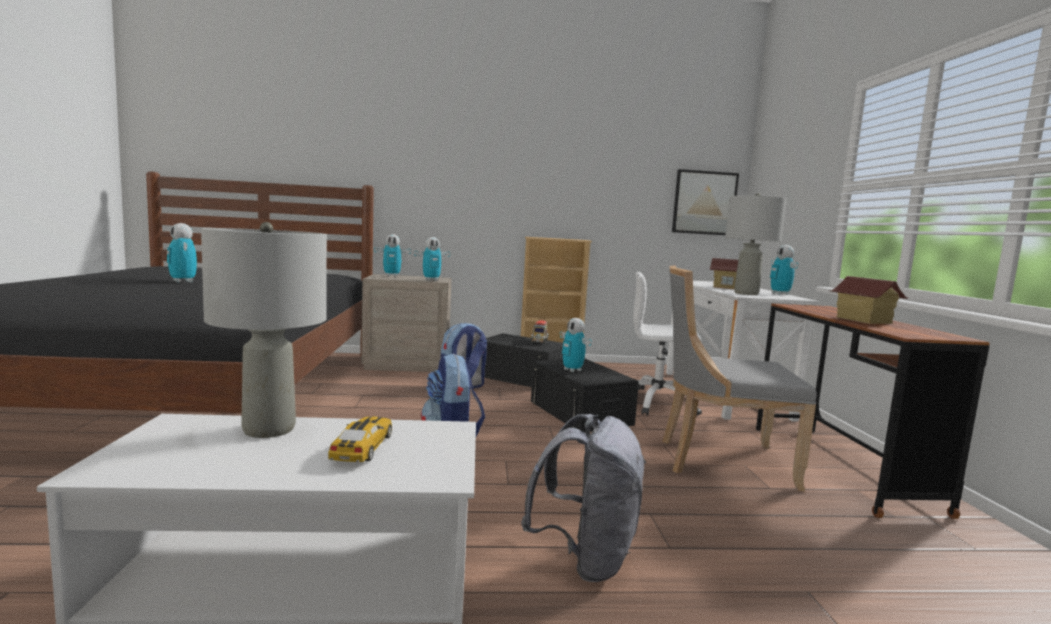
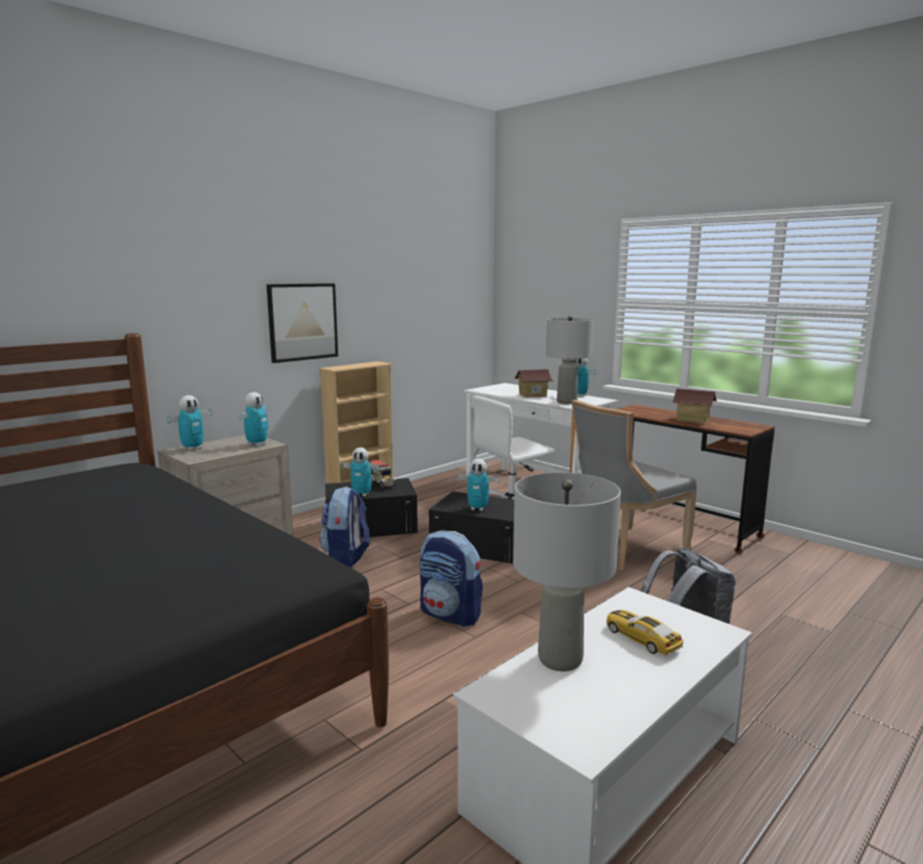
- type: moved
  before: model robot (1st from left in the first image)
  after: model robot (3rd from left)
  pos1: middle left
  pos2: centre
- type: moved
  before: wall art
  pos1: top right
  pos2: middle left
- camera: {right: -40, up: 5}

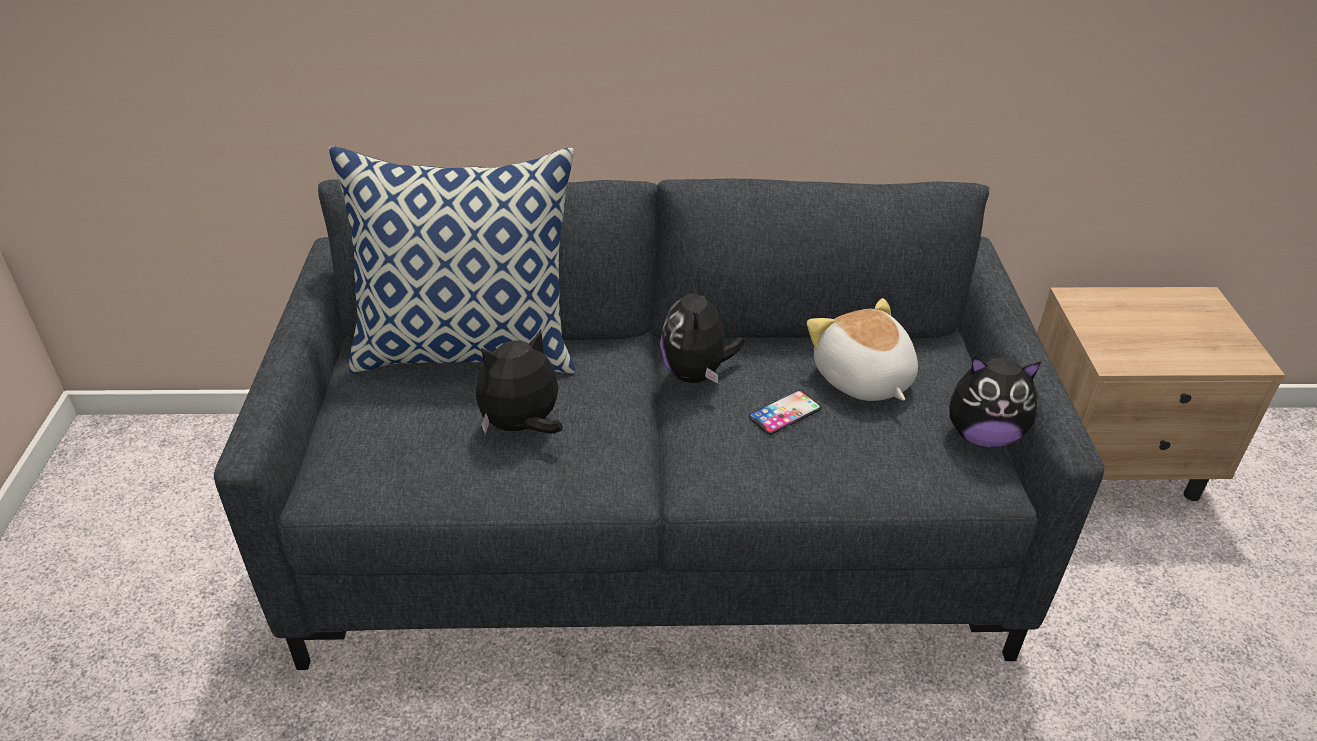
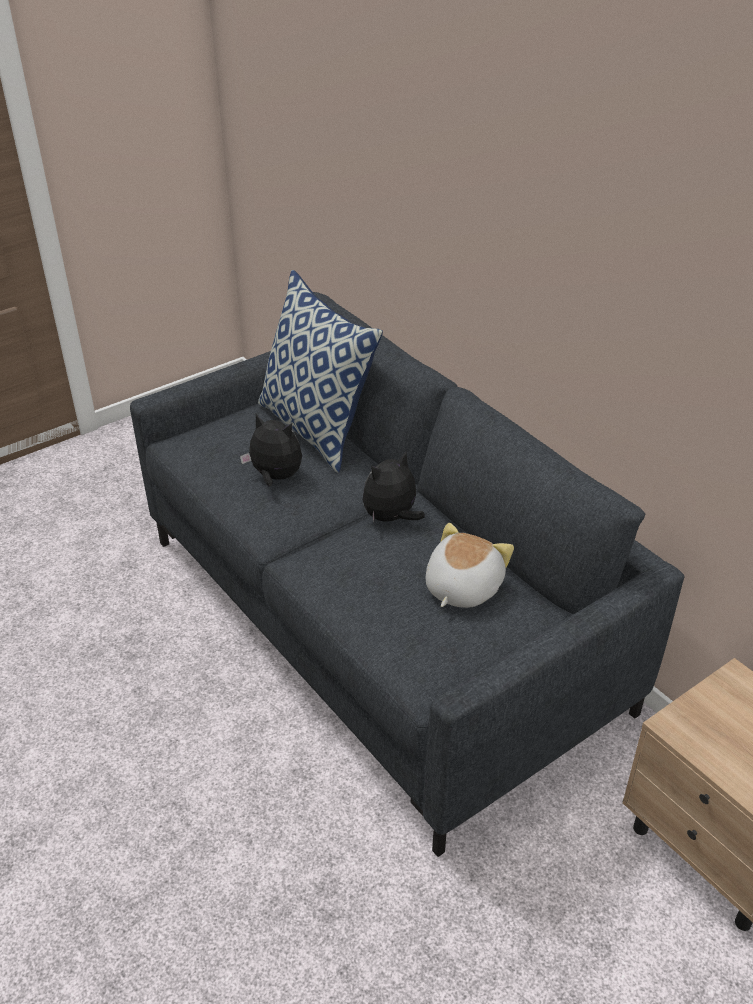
- type: removed
  before: handset
  pos1: centre
- type: removed
  before: soft toy (4th from left)
  pos1: middle right
- camera: {right: 55, up: 0}

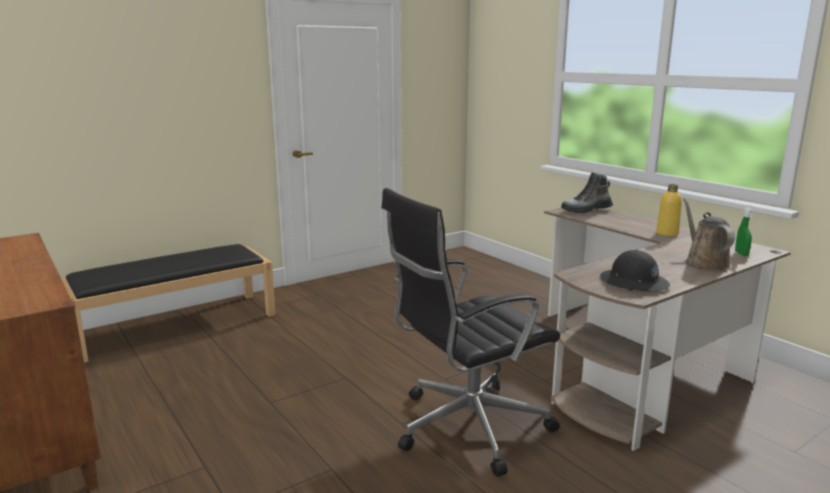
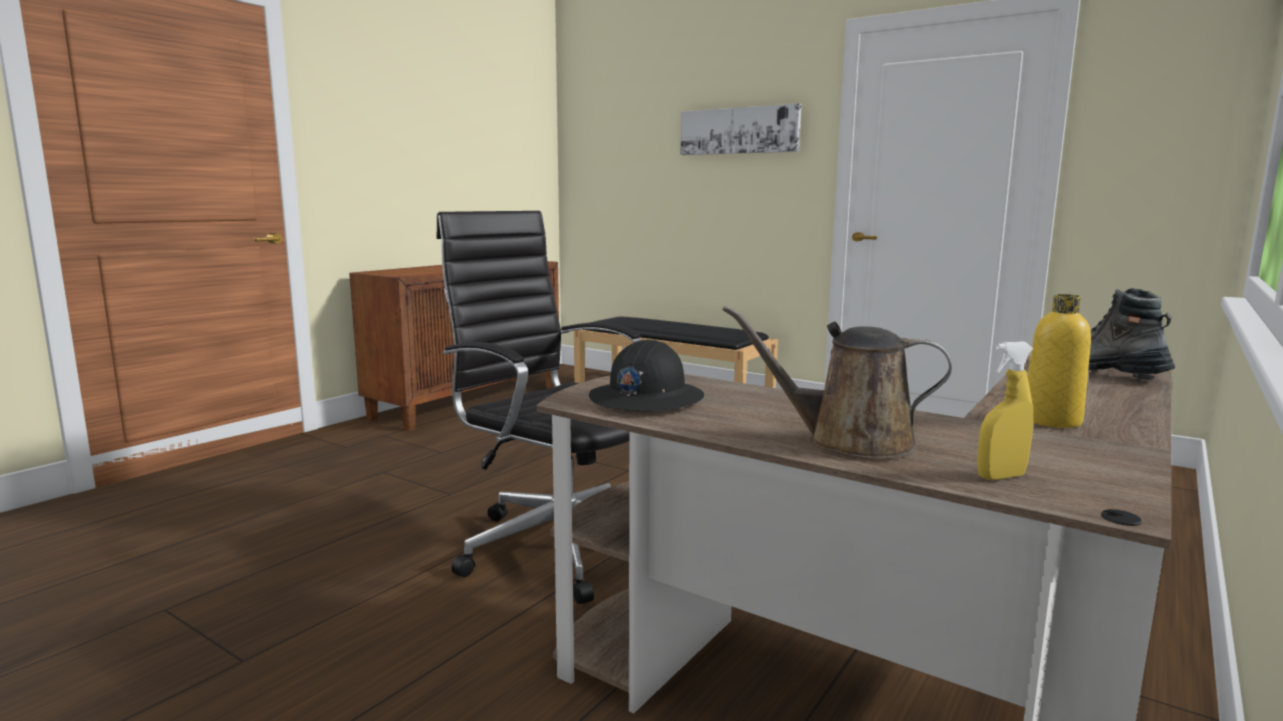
- type: added
  after: wall art
  pos2: top centre
- type: recoloured
  before: spray bottle (green)
  after: spray bottle (yellowish)
  pos1: middle right
  pos2: middle right
- type: turned
  before: watering pot (brownish)
  pos1: middle right
  pos2: centre
  turn: -135
- camera: {right: 70, up: -5}

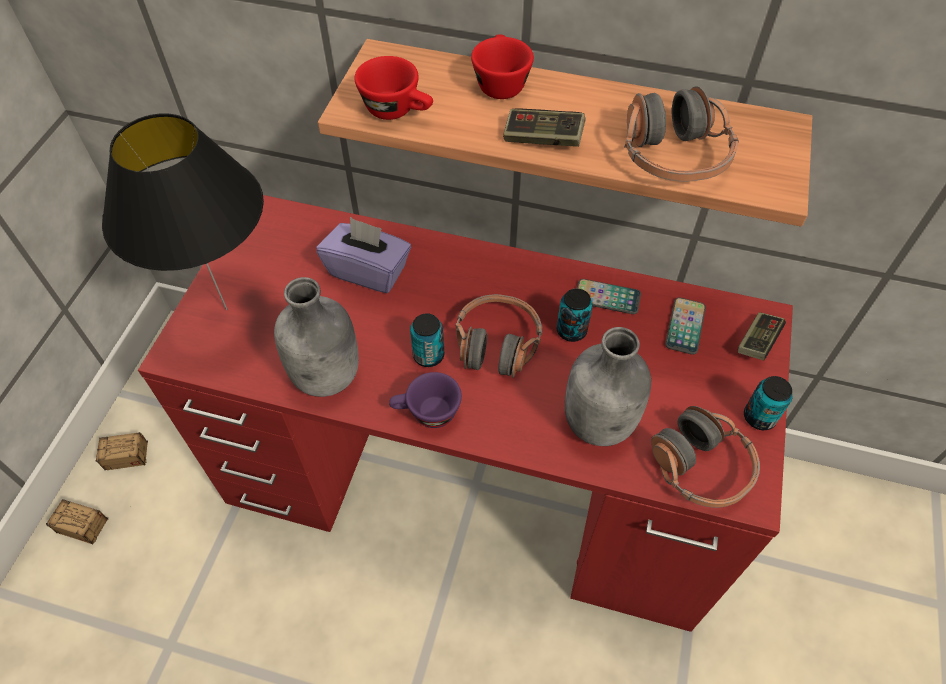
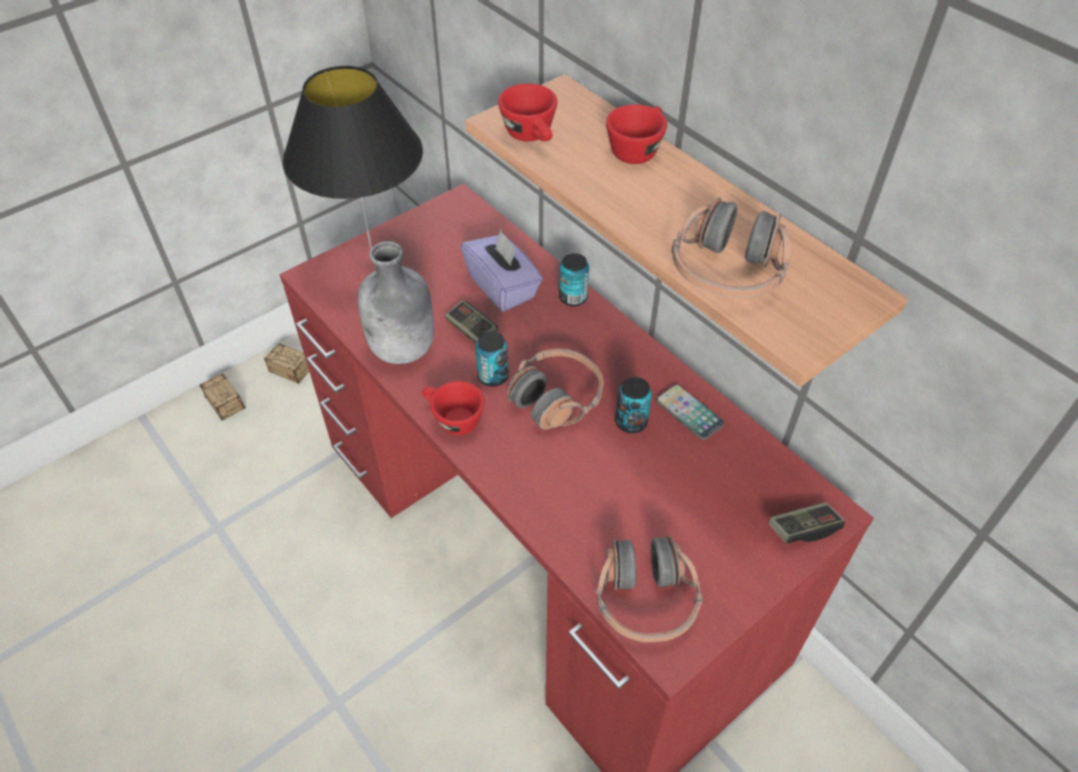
- type: removed
  before: beverage bottle (gray) (2nd from left)
  pos1: centre
- type: removed
  before: handset (2nd from left)
  pos1: middle right
- type: moved
  before: game controller (1st from left)
  pos1: top centre
  pos2: centre
- type: moved
  before: sealed can (3rd from left in the first image)
  after: sealed can (2nd from left)
  pos1: middle right
  pos2: centre
- type: recoloured
  before: small cup (purple-coloured)
  after: small cup (reddish) (1st from left)
  pos1: centre
  pos2: centre
- camera: {right: 35, up: -5}

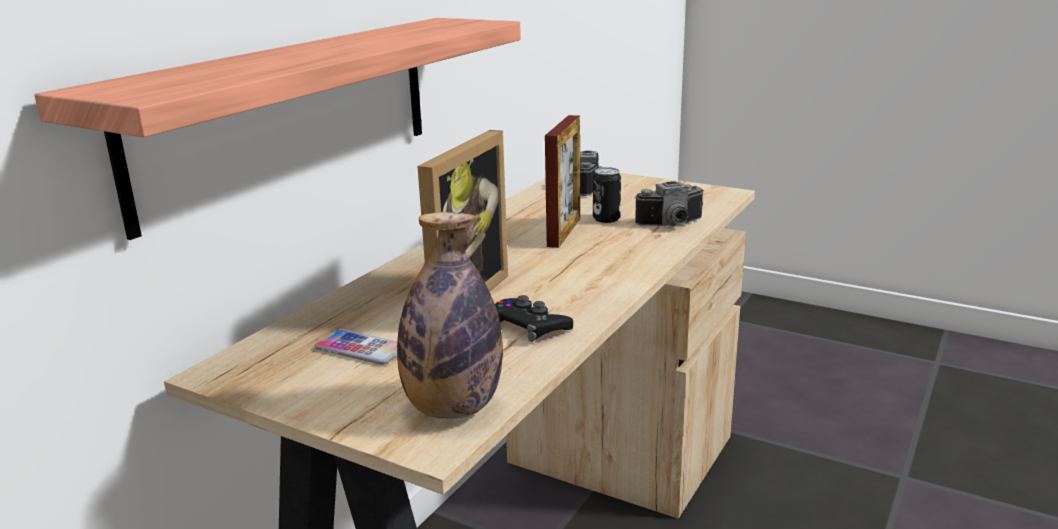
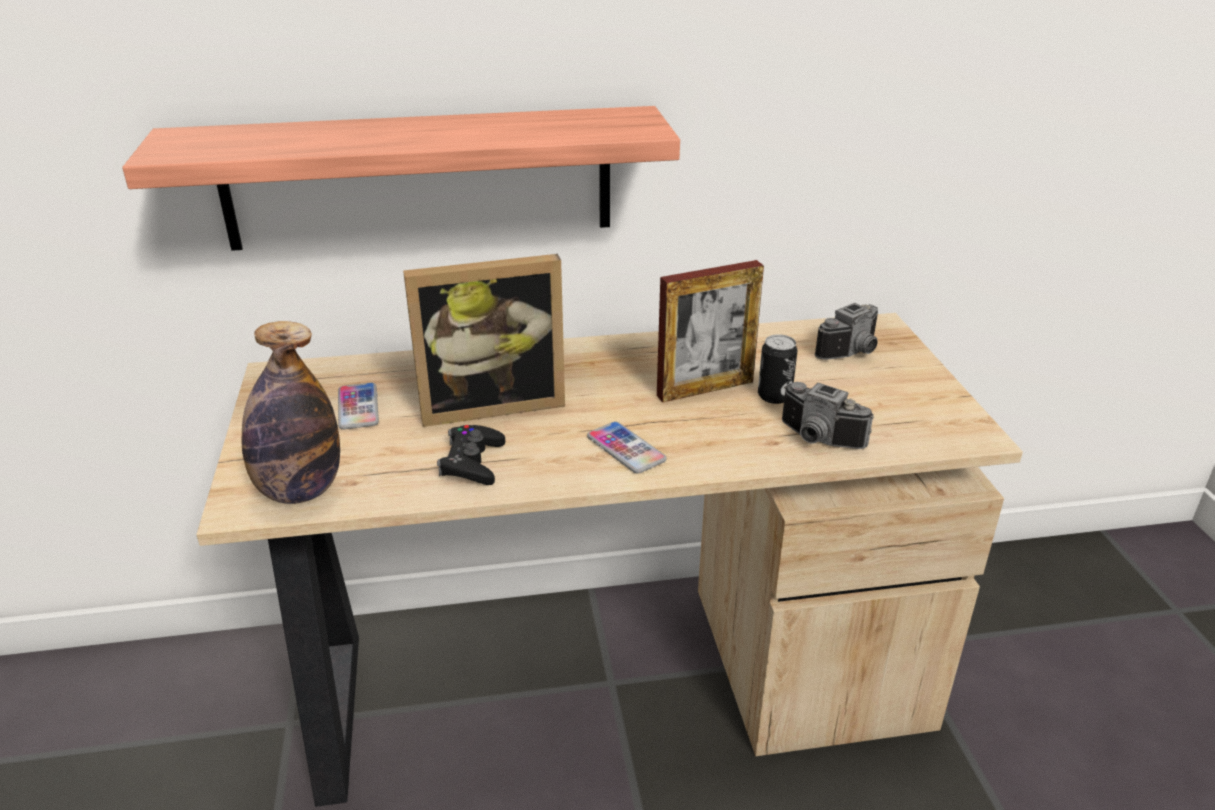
- type: added
  after: handset (2nd from left)
  pos2: centre
- camera: {right: 50, up: 10}

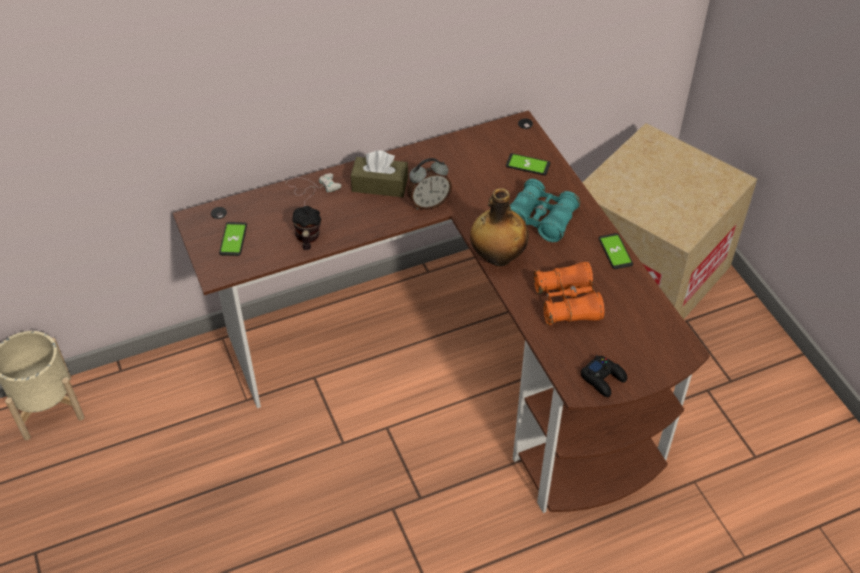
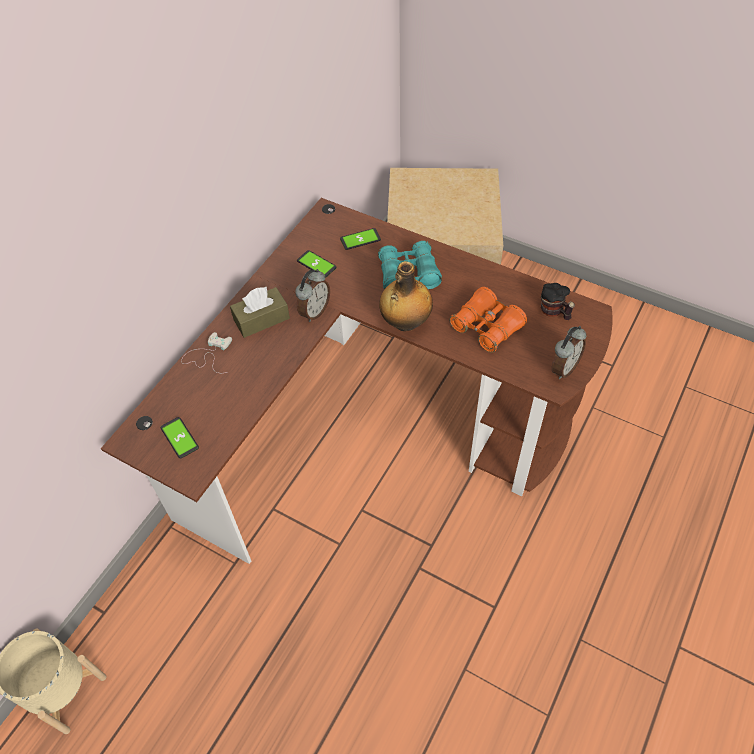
- type: moved
  before: coffee mug
  pos1: centre
  pos2: middle right
- type: moved
  before: handset (3rd from left in the first image)
  after: handset (2nd from left)
  pos1: middle right
  pos2: centre
- type: replaced
  before: game controller (black)
  after: alarm clock (2nd from left)
  pos1: middle right
  pos2: middle right
- camera: {right: -35, up: 5}

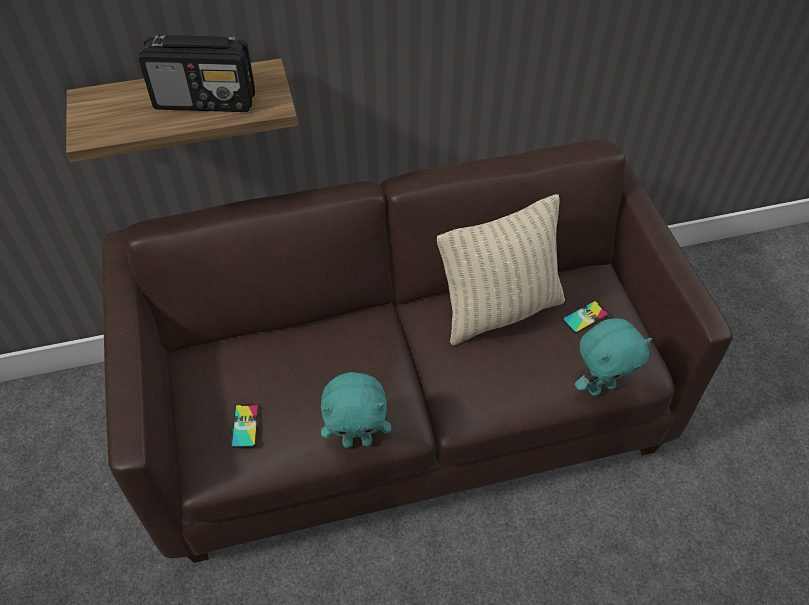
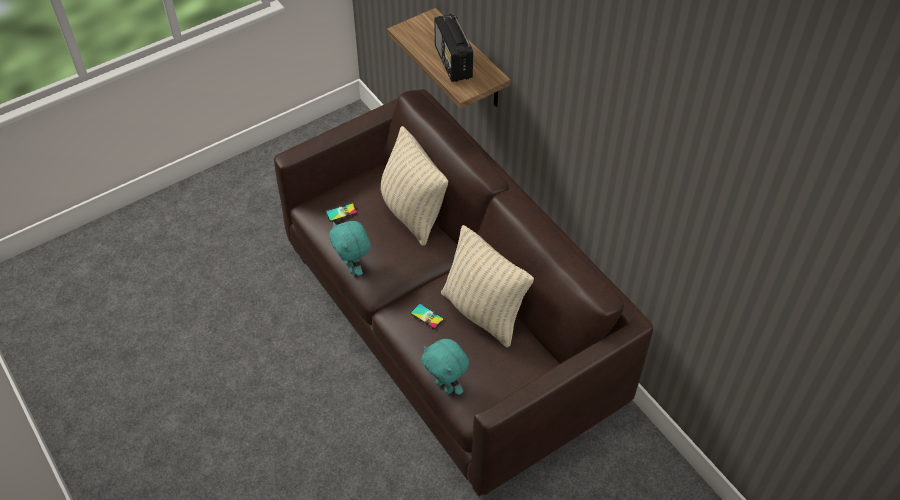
- type: added
  after: pillow (beige) (1st from left)
  pos2: centre
- type: moved
  before: handset (2nd from left)
  pos1: middle right
  pos2: centre
- camera: {right: 70, up: 0}

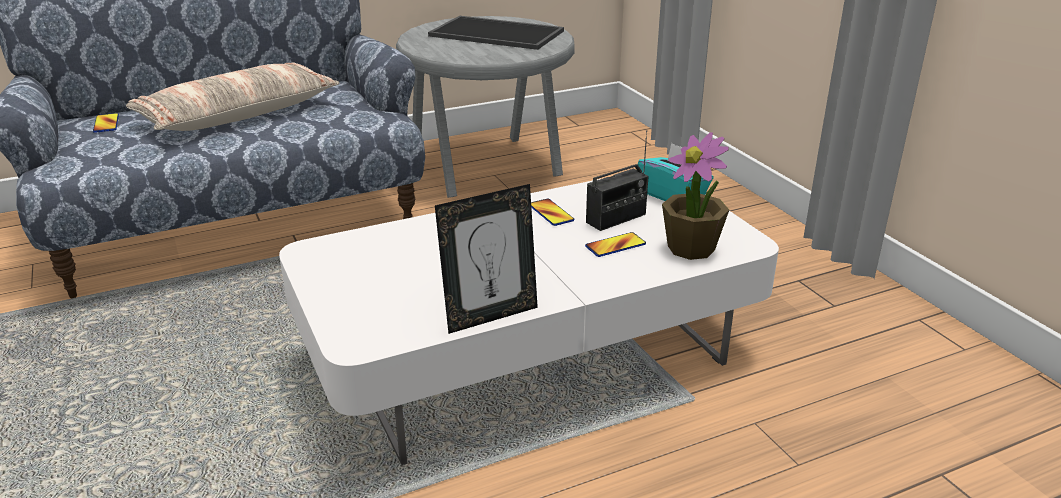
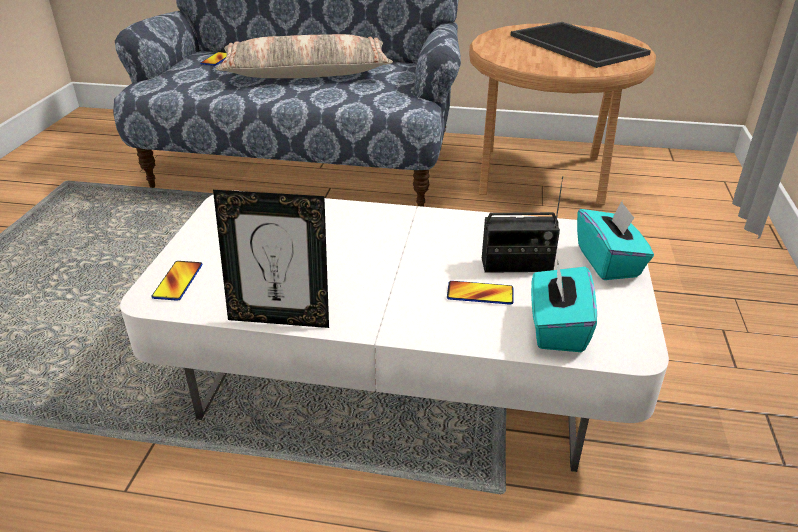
- type: moved
  before: handset (2nd from left in the first image)
  after: handset (1st from left)
  pos1: centre
  pos2: middle left
- type: replaced
  before: plant in a pot
  after: box of tissues (turquoise-coloured) (1st from left)
  pos1: centre
  pos2: middle right
- type: recoloured
  before: accent table (gray)
  after: accent table (brownish)
  pos1: top centre
  pos2: top right
- camera: {right: 35, up: 5}

